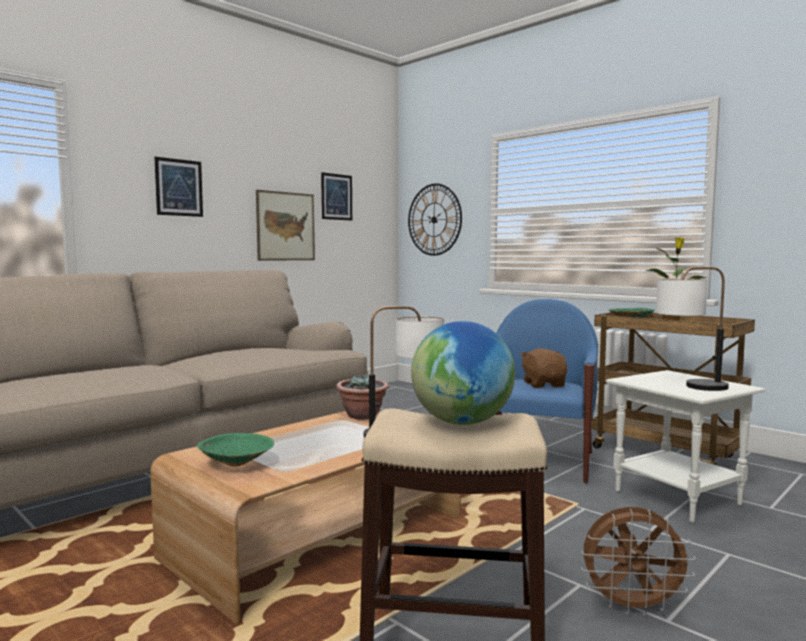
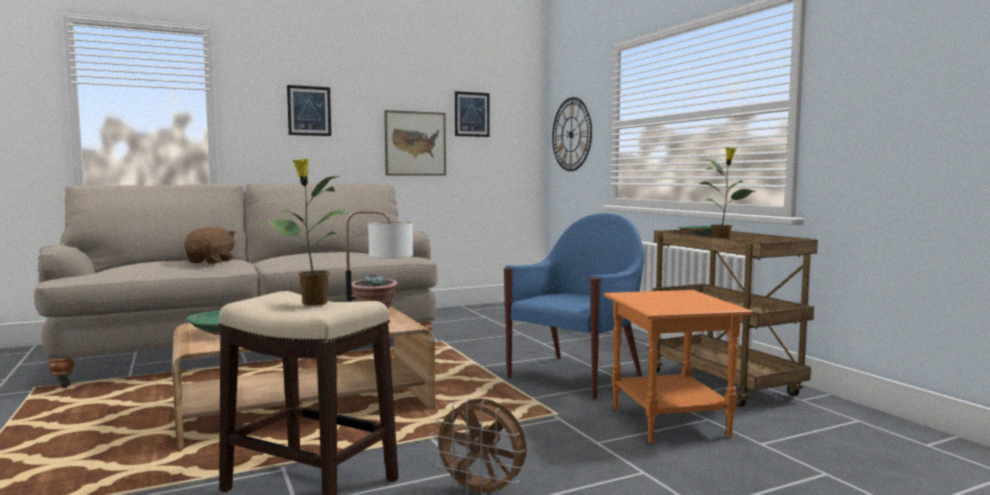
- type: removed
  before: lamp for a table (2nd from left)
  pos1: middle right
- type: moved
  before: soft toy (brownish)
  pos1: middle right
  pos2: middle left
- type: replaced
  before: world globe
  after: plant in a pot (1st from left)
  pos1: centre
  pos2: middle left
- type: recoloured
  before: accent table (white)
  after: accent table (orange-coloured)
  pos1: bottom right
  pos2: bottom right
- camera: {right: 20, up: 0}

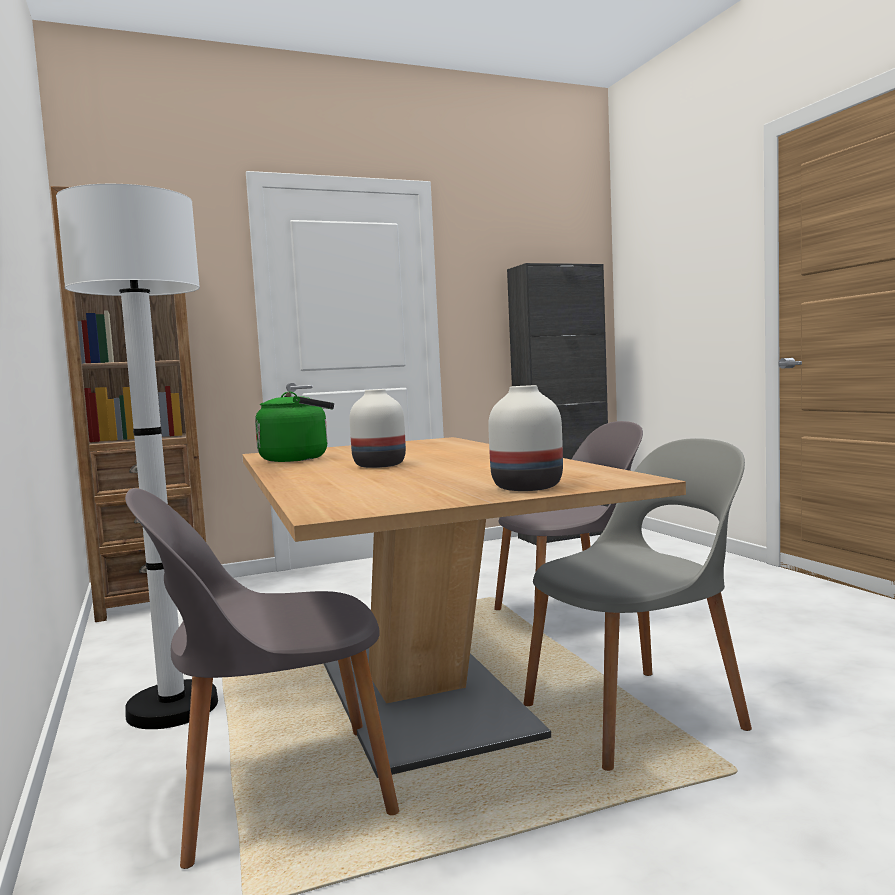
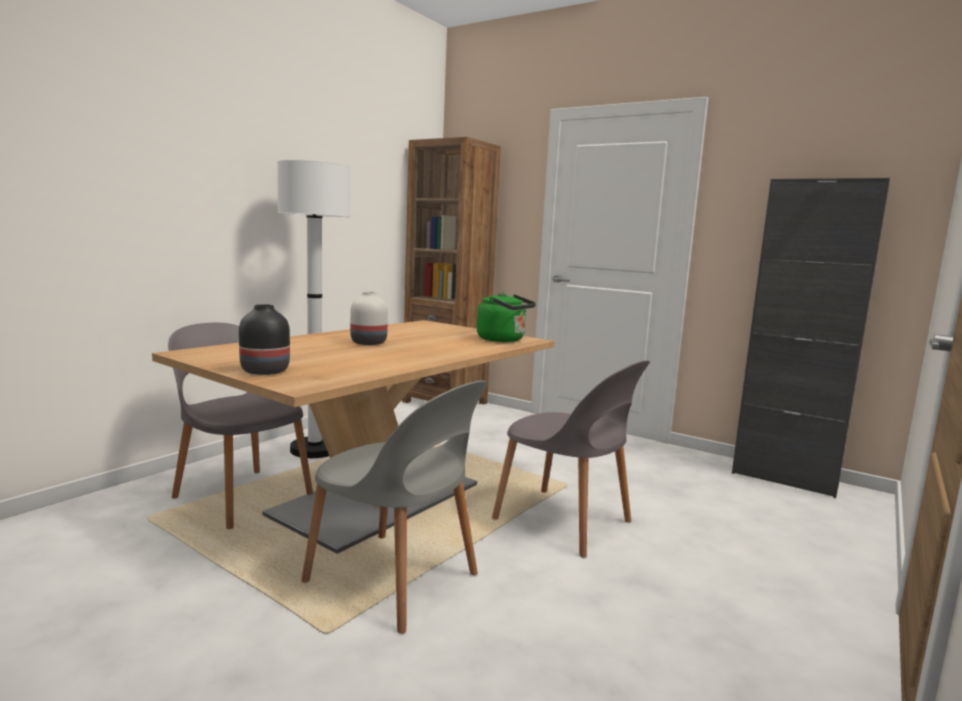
- type: moved
  before: kettle (green)
  pos1: middle left
  pos2: centre
- type: recoloured
  before: vase (white) (2nd from left)
  after: vase (black)
  pos1: centre
  pos2: middle left
- camera: {right: 55, up: 5}

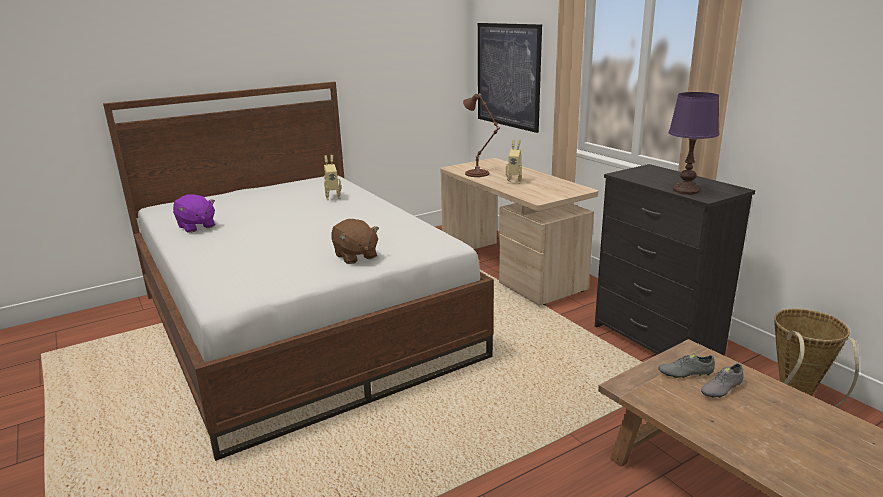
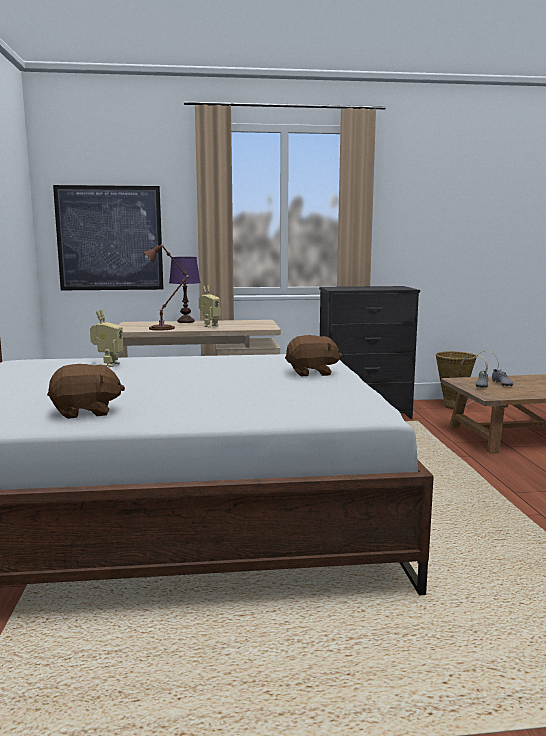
- type: moved
  before: lamp for a table (purple-coloured)
  pos1: top right
  pos2: centre
- type: recoloured
  before: soft toy (purple-coloured)
  after: soft toy (brownish) (1st from left)
  pos1: middle left
  pos2: middle left
- camera: {right: -65, up: -10}

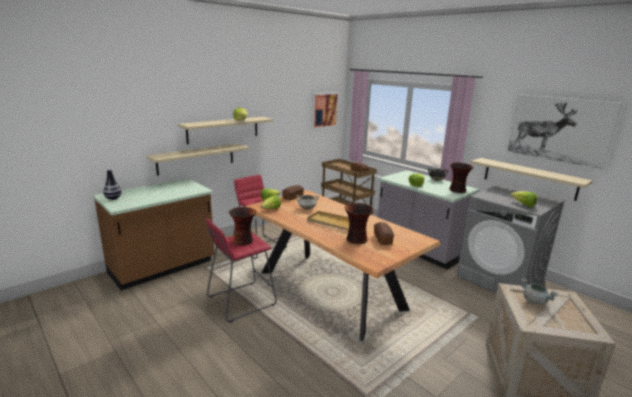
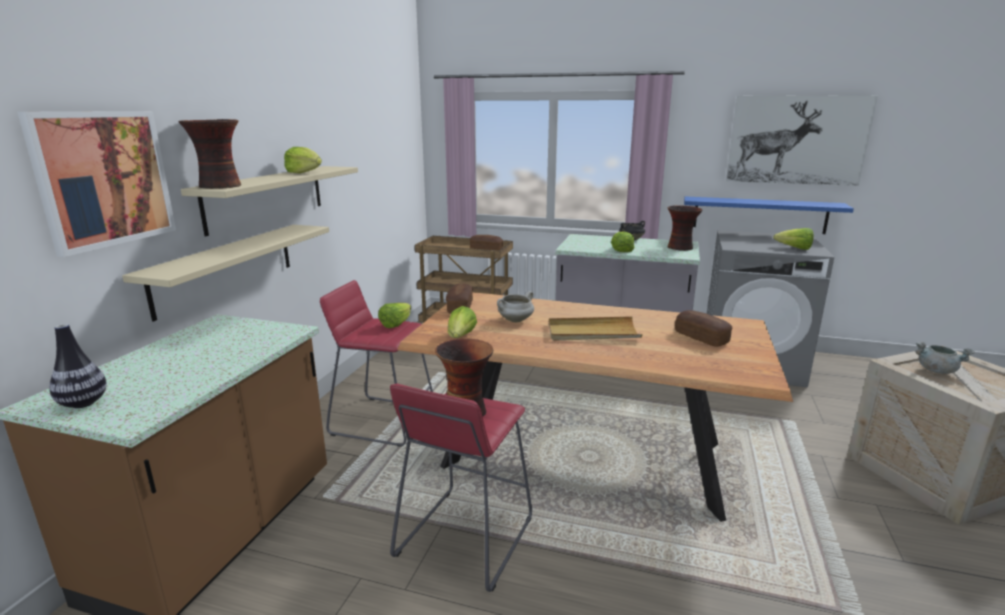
- type: moved
  before: wall art (1st from left)
  pos1: top centre
  pos2: top left
- type: moved
  before: vase (3rd from left in the first image)
  after: vase (2nd from left)
  pos1: centre
  pos2: top left
- type: recoloured
  before: shelf (beige) (3rd from left)
  after: shelf (bluish)
  pos1: middle right
  pos2: middle right
- camera: {right: -30, up: 0}

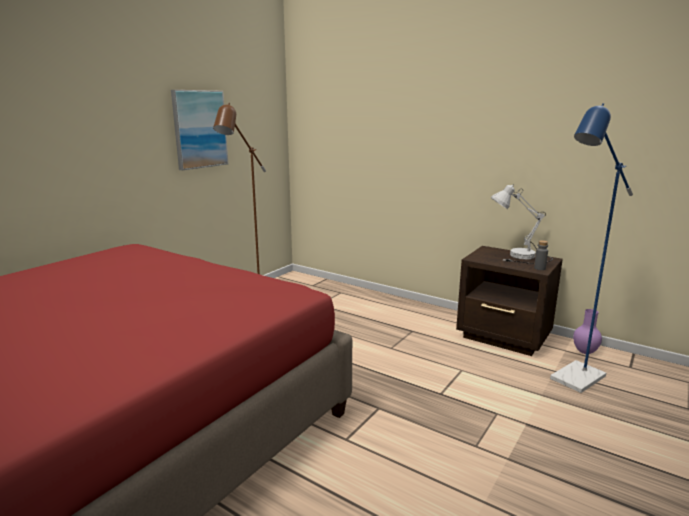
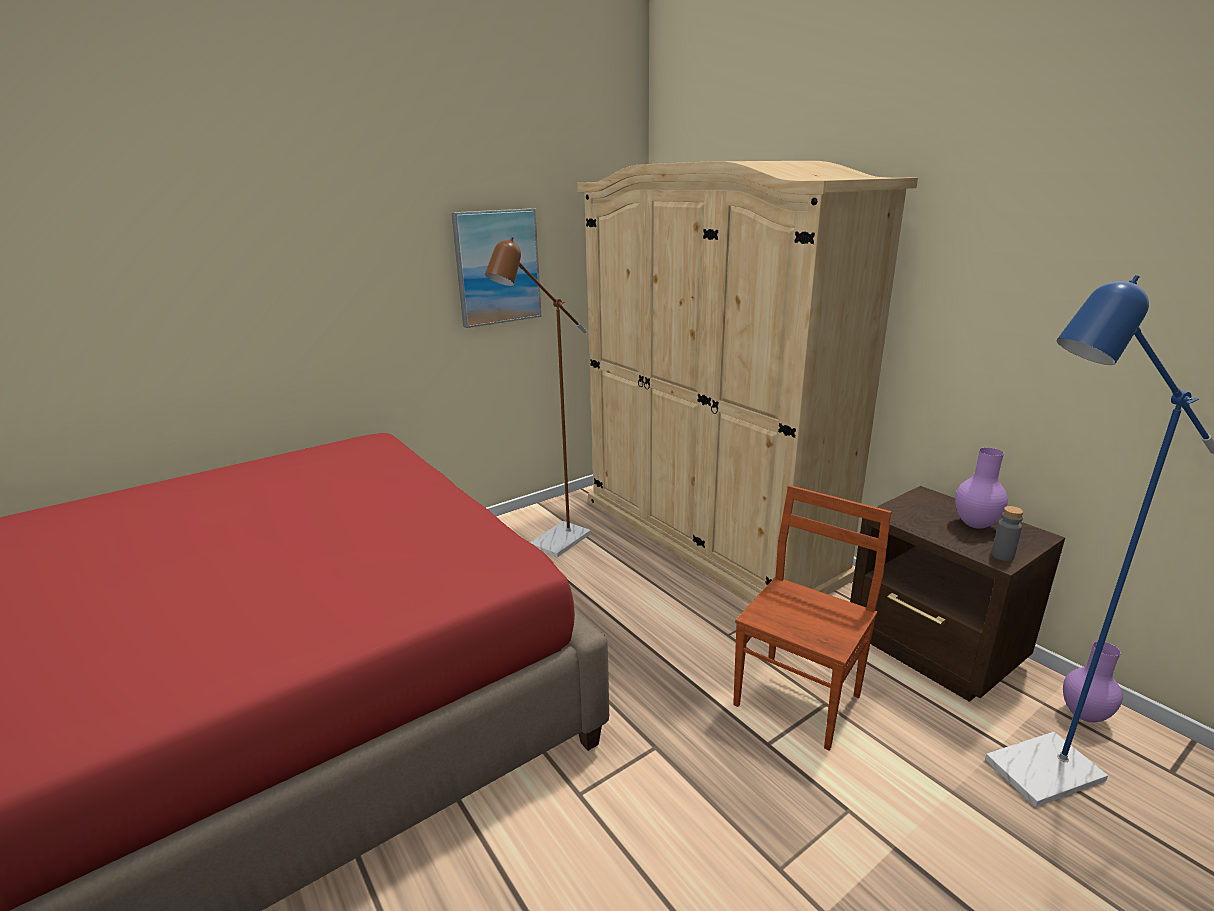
- type: added
  after: wardrobe (beige)
  pos2: centre
- type: added
  after: chair (brownish)
  pos2: bottom right
- type: replaced
  before: lamp for a table (white)
  after: vase (purple-coloured) (1st from left)
  pos1: middle right
  pos2: middle right
- camera: {right: 20, up: 5}

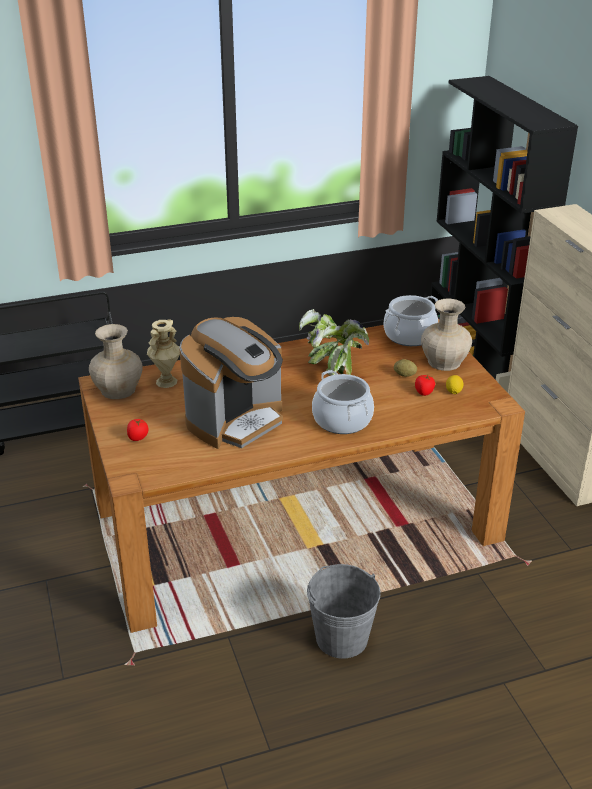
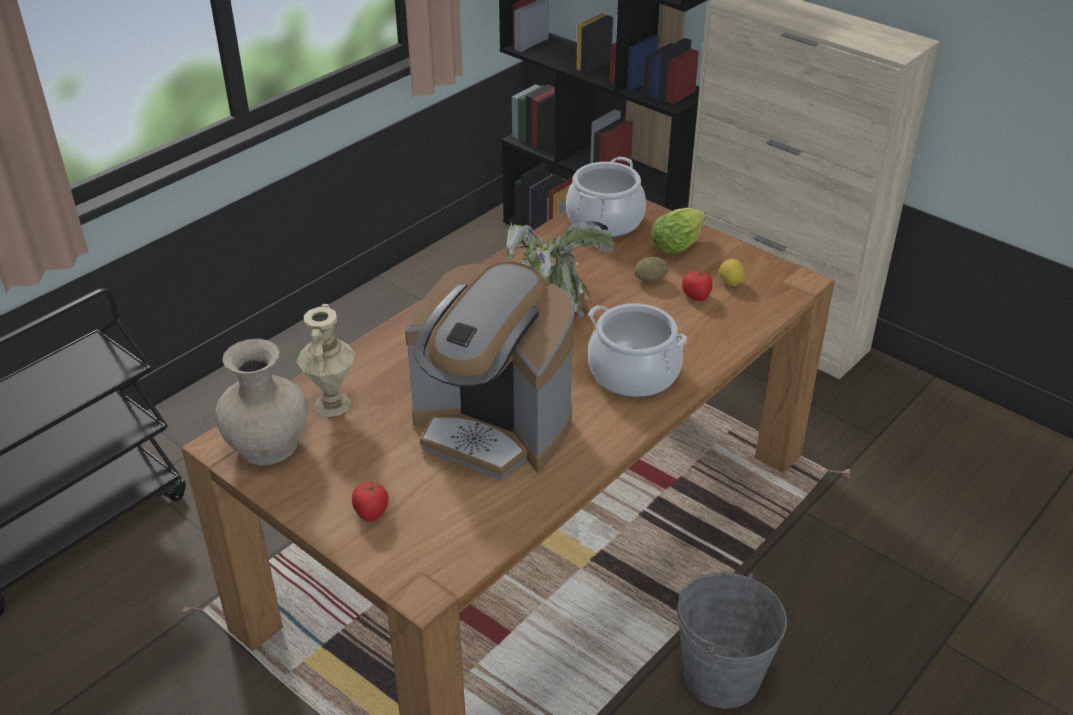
- type: replaced
  before: vase (beige) (3rd from left)
  after: head of lettuce
  pos1: middle right
  pos2: top centre
- type: turned
  before: coffee machine
  pos1: centre
  pos2: centre
  turn: 105
- camera: {right: -30, up: 5}

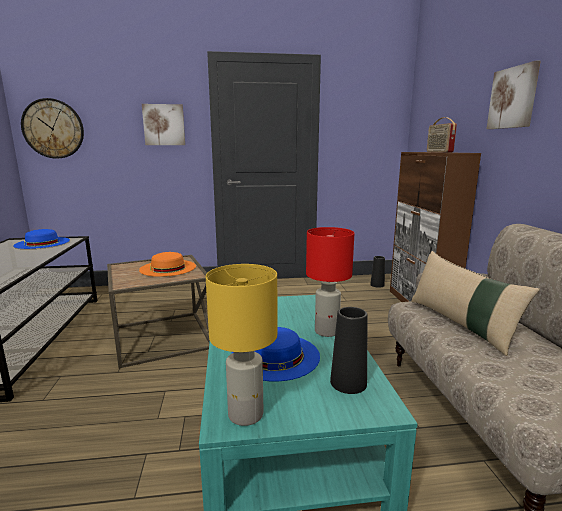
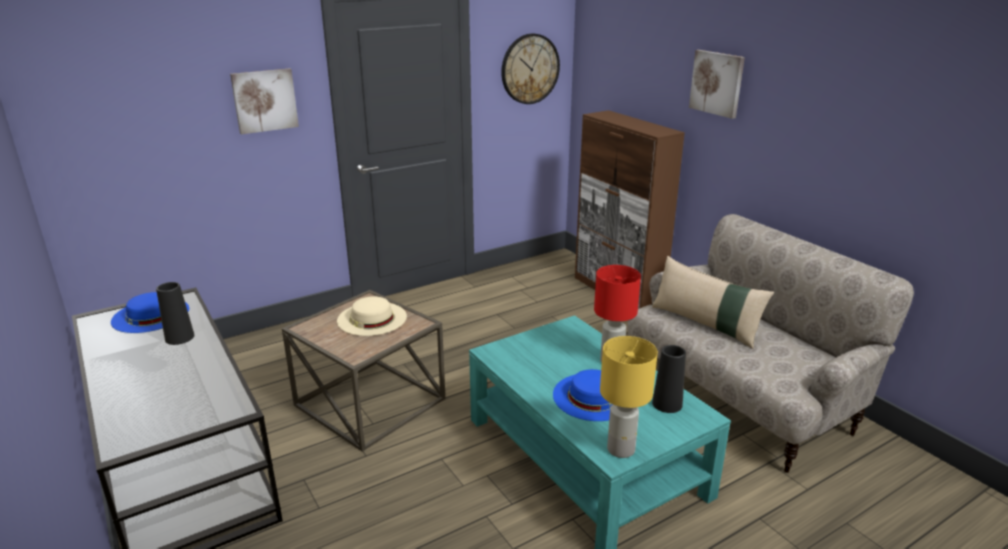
- type: removed
  before: radio receiver
  pos1: top right
- type: moved
  before: clock on the wall
  pos1: top left
  pos2: top centre
- type: moved
  before: vase (black) (2nd from left in the first image)
  after: vase (black) (1st from left)
  pos1: middle right
  pos2: middle left
- type: recoloured
  before: clothing hat (orange-coloured)
  after: clothing hat (beige)
  pos1: middle left
  pos2: centre
- camera: {right: -25, up: 10}

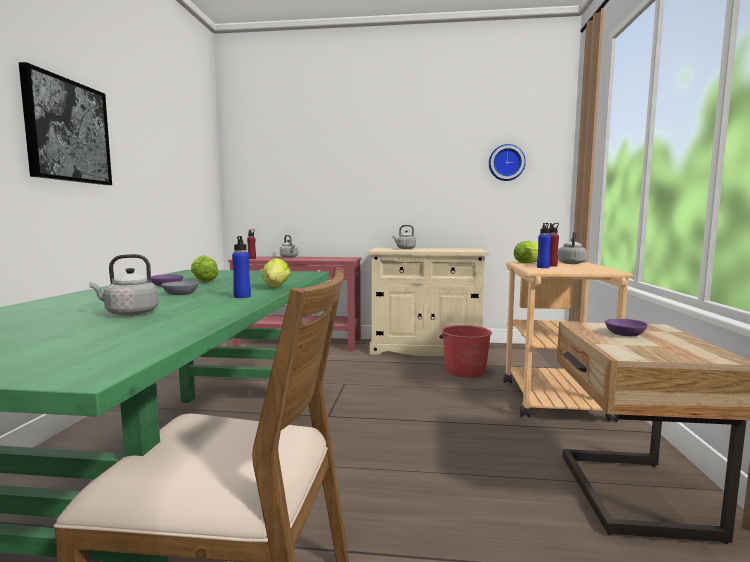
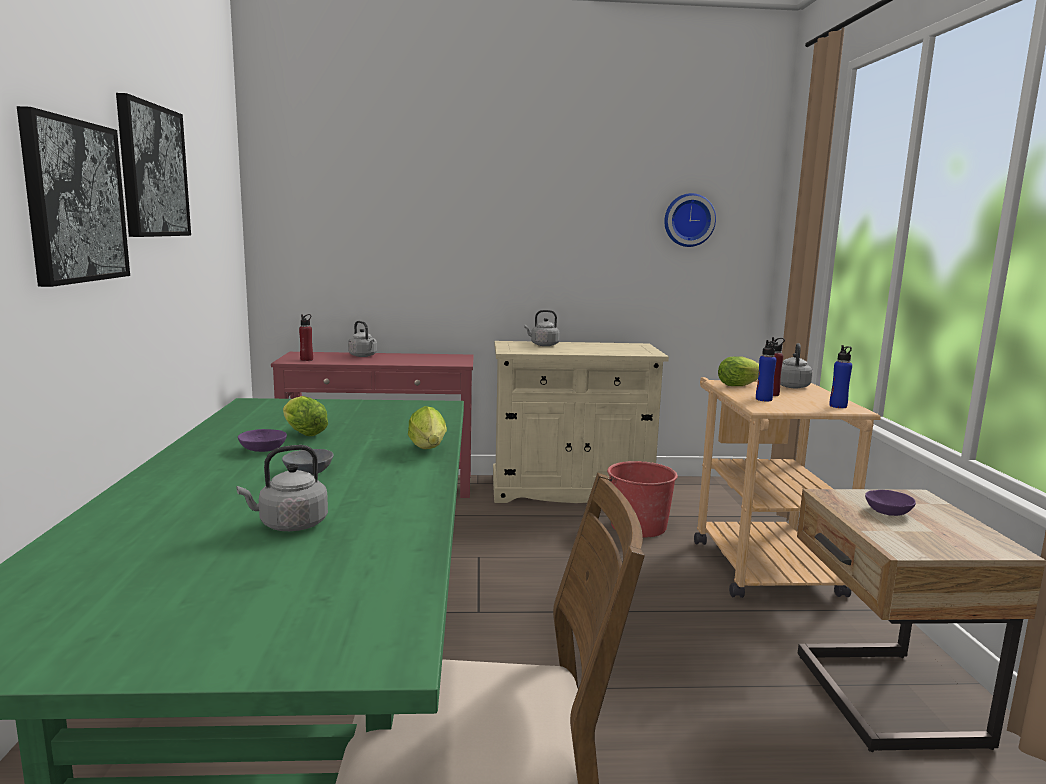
- type: added
  after: wall art (2nd from left)
  pos2: top left
- type: moved
  before: beverage bottle (bluish) (1st from left in the first image)
  after: beverage bottle (bluish) (2nd from left)
  pos1: middle left
  pos2: middle right
- camera: {right: -10, up: 5}

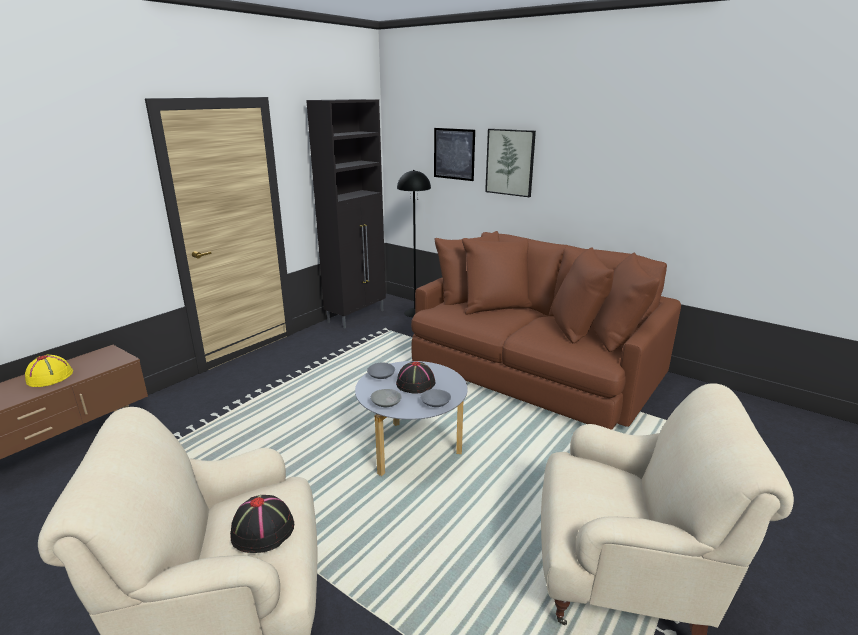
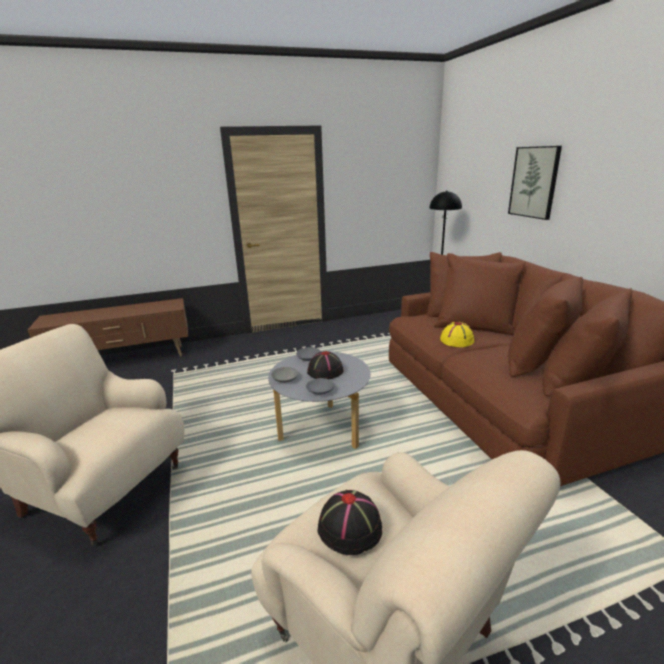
- type: removed
  before: cupboard (black)
  pos1: centre
- type: removed
  before: wall art (1st from left)
  pos1: top centre
- type: moved
  before: clothing hat (yellowish)
  pos1: middle left
  pos2: middle right
- type: moved
  before: clothing hat (black) (1st from left in the first image)
  after: clothing hat (black) (2nd from left)
  pos1: bottom left
  pos2: bottom centre
- camera: {right: 35, up: 0}

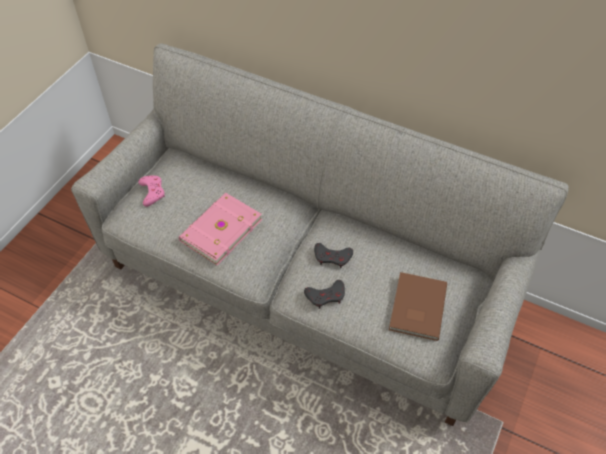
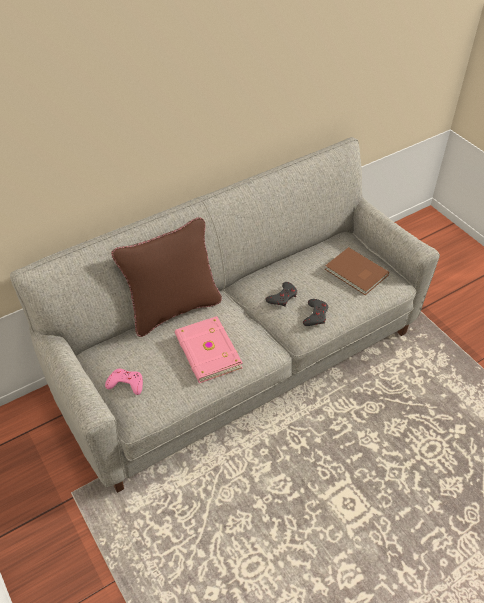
- type: added
  after: pillow (brownish)
  pos2: centre
- camera: {right: -60, up: -5}

